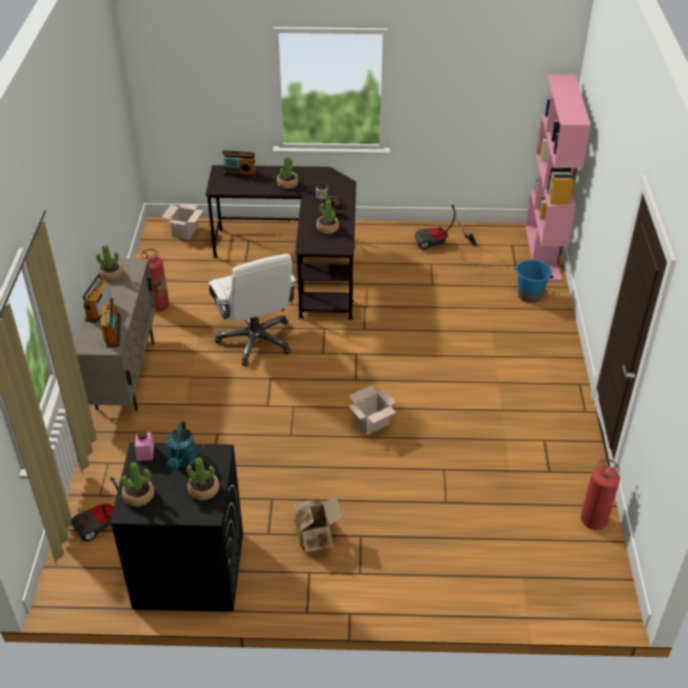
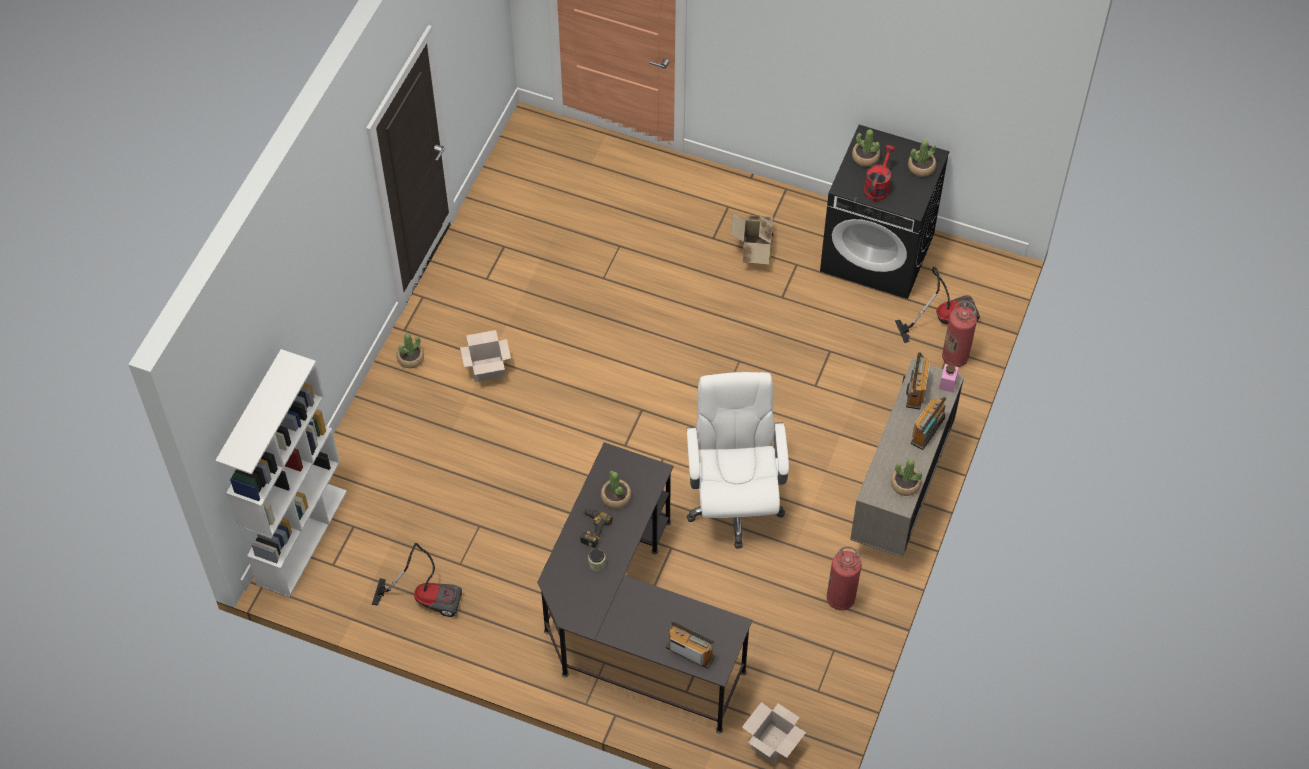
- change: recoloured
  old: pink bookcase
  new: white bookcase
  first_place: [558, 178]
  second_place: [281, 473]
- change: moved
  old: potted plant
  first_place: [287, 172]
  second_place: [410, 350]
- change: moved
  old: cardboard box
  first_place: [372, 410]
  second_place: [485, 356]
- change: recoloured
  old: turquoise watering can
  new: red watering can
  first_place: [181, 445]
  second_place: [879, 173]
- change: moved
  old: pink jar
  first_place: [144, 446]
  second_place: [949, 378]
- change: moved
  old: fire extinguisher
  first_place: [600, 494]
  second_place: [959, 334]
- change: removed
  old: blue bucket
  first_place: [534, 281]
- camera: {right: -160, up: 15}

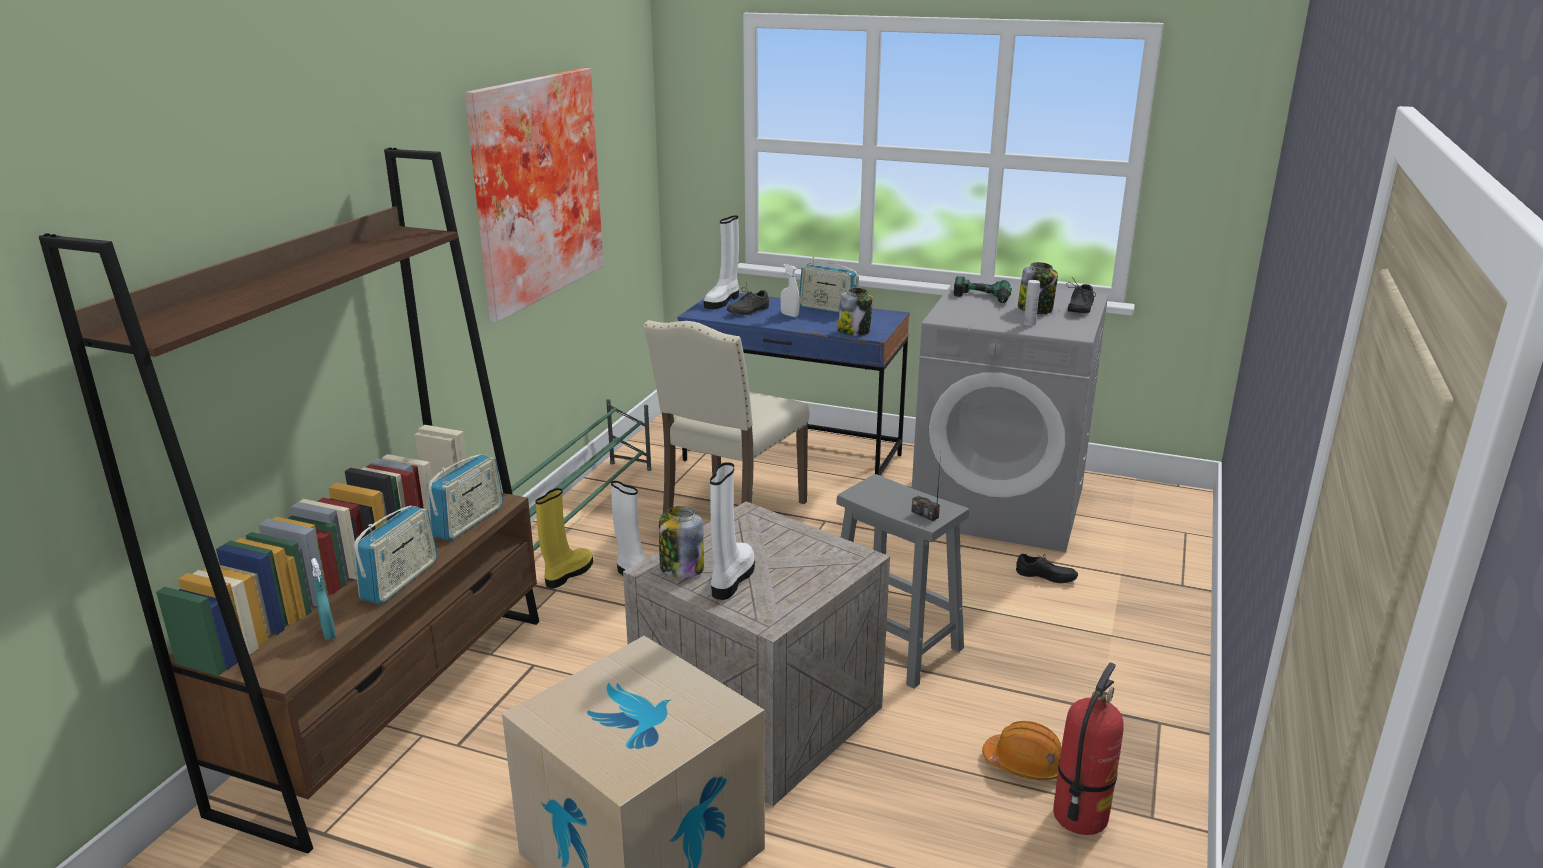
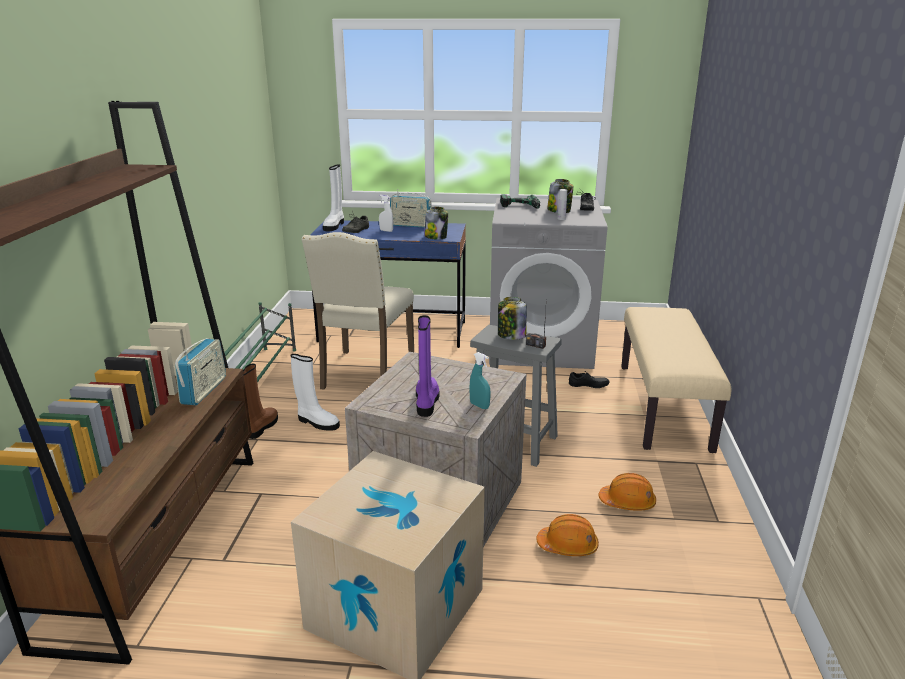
- change: recoloured
  old: yellow boot
  new: brown boot
  first_place: [564, 538]
  second_place: [260, 401]
- change: recoloured
  old: white boot
  new: purple boot
  first_place: [732, 531]
  second_place: [427, 366]
- change: moved
  old: turquoise spray bottle
  first_place: [323, 599]
  second_place: [479, 380]
- change: moved
  old: jar
  first_place: [681, 542]
  second_place: [512, 318]
- change: added
  new: orange hard hat
  second_place: [567, 535]
- change: added
  new: beige bench
  second_place: [676, 380]
- change: removed
  old: radio
  first_place: [395, 555]
- change: removed
  old: picture
  first_place: [534, 195]
- change: removed
  old: fire extinguisher
  first_place: [1088, 749]
- camera: {right: -15, up: 0}

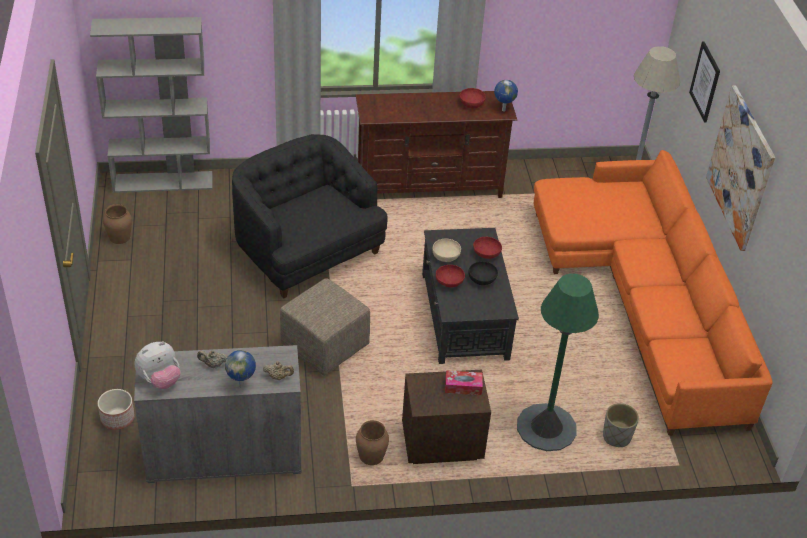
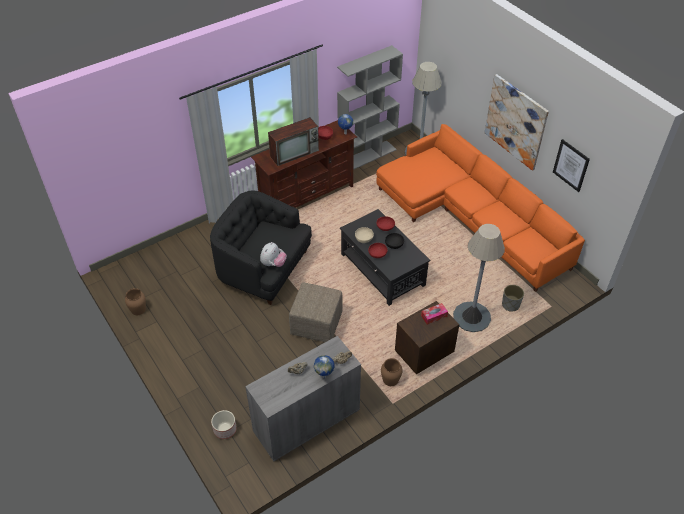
- change: moved
  old: plush toy
  first_place: [157, 365]
  second_place: [273, 254]
- change: added
  new: television
  second_place: [293, 141]
- change: moved
  old: grey bookcase
  first_place: [151, 105]
  second_place: [370, 107]
- change: recoloured
  old: green floor lamp
  new: grey floor lamp
  first_place: [558, 362]
  second_place: [479, 278]
- change: moved
  old: picture
  first_place: [704, 82]
  second_place: [571, 165]
- camera: {right: -25, up: 5}

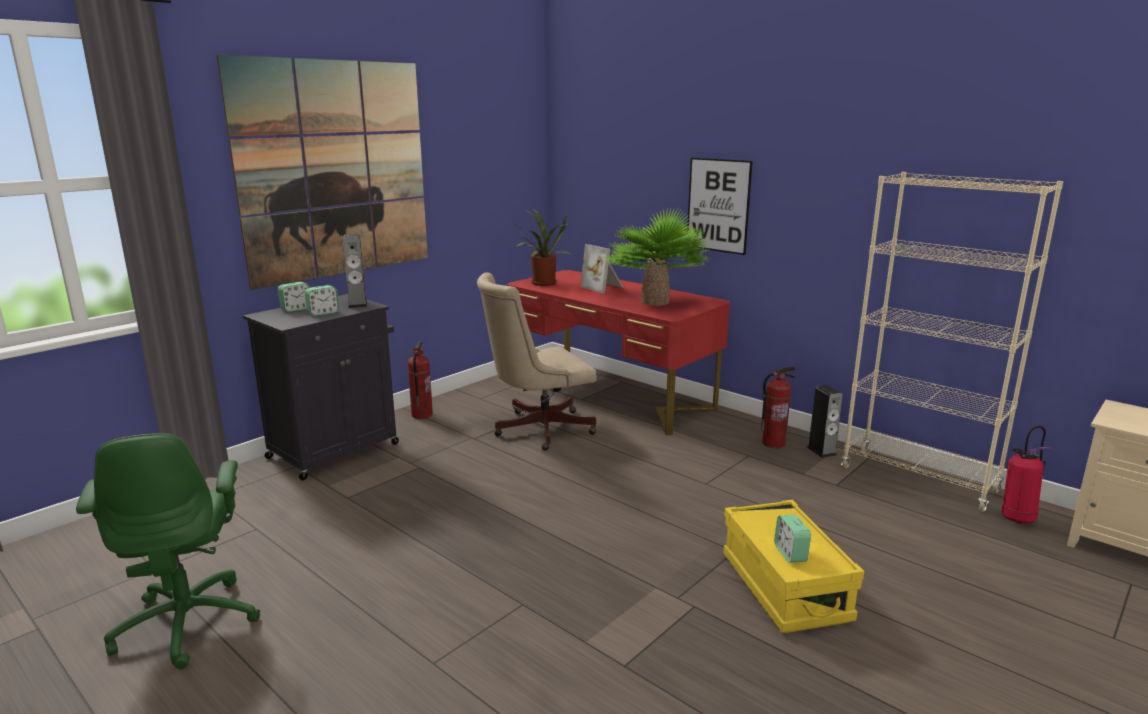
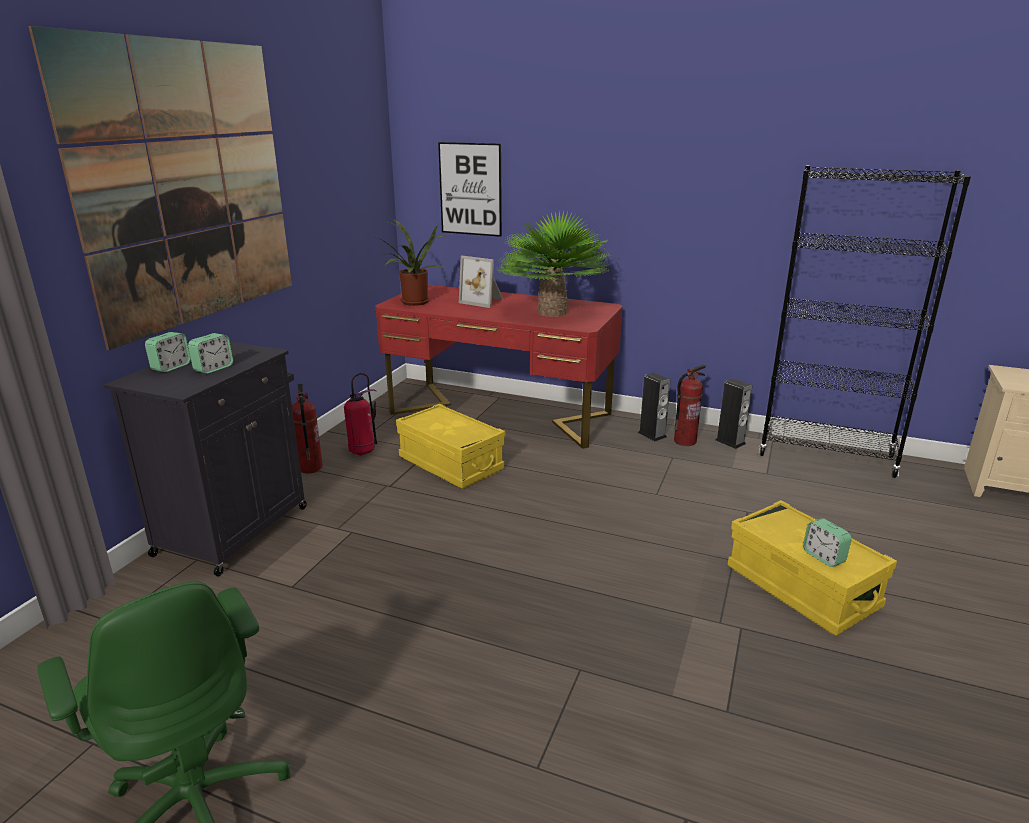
- change: moved
  old: fire extinguisher
  first_place: [1028, 474]
  second_place: [360, 414]
- change: replaced
  old: beige office chair
  new: yellow storage box
  first_place: [536, 362]
  second_place: [450, 446]
- change: moved
  old: picture
  first_place: [720, 206]
  second_place: [470, 189]
- change: moved
  old: speaker
  first_place: [355, 271]
  second_place: [654, 407]
- change: recoloured
  old: beige bookcase
  new: black bookcase
  first_place: [952, 342]
  second_place: [865, 322]
- camera: {right: -20, up: 5}

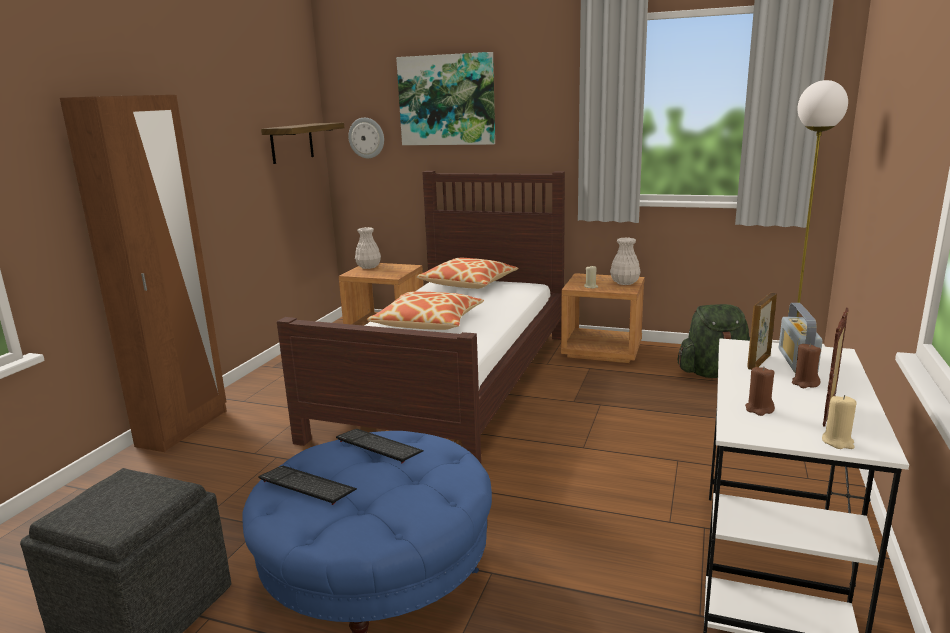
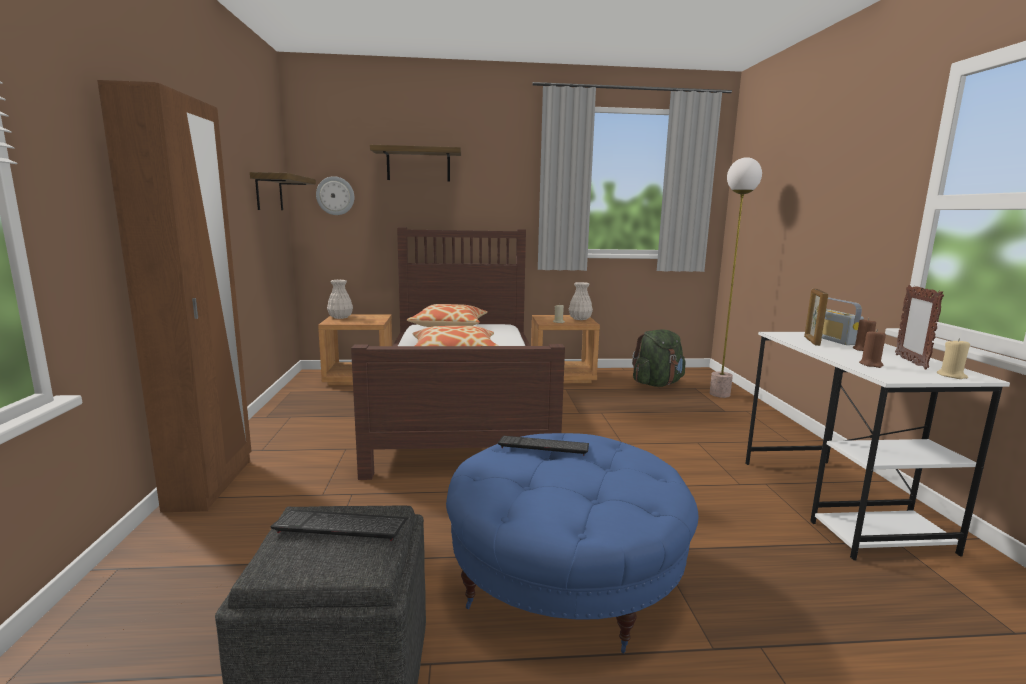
- change: moved
  old: keyboard
  first_place: [307, 485]
  second_place: [339, 525]
- change: replaced
  old: picture
  new: shelf
  first_place: [445, 98]
  second_place: [415, 163]
- camera: {right: -25, up: -5}

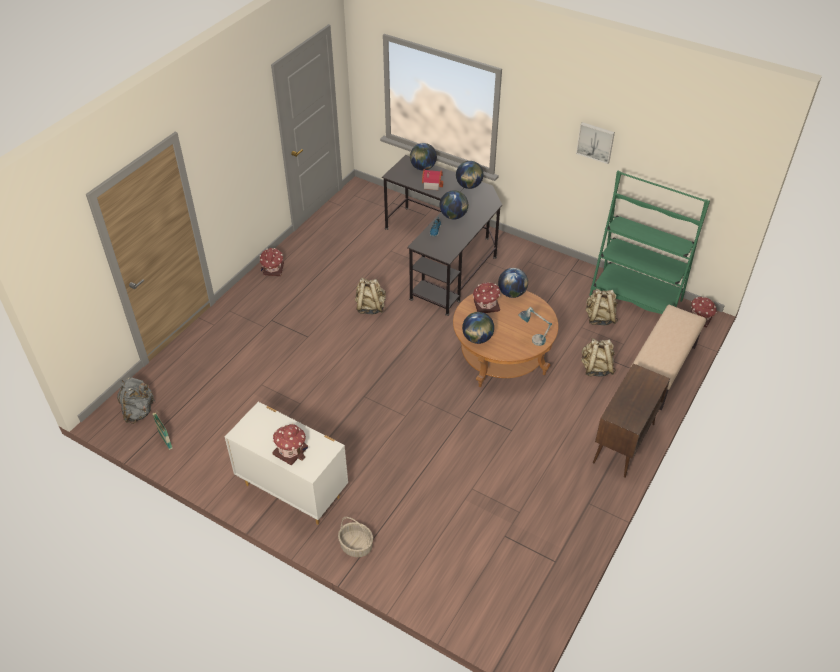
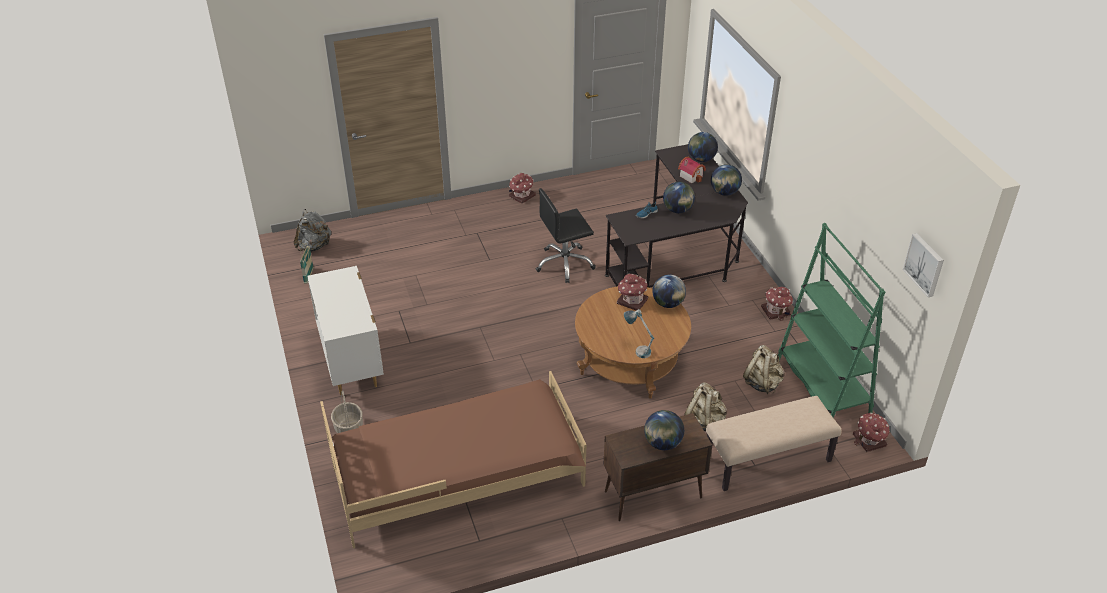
- change: added
  new: brown bed
  second_place: [453, 459]
- change: replaced
  old: beige backpack
  new: black office chair
  first_place: [370, 296]
  second_place: [566, 235]
- change: moved
  old: globe
  first_place: [478, 328]
  second_place: [664, 430]
- change: moved
  old: toy house
  first_place: [290, 444]
  second_place: [777, 304]
- change: moved
  old: picture
  first_place: [595, 143]
  second_place: [923, 265]
- camera: {right: 40, up: -5}

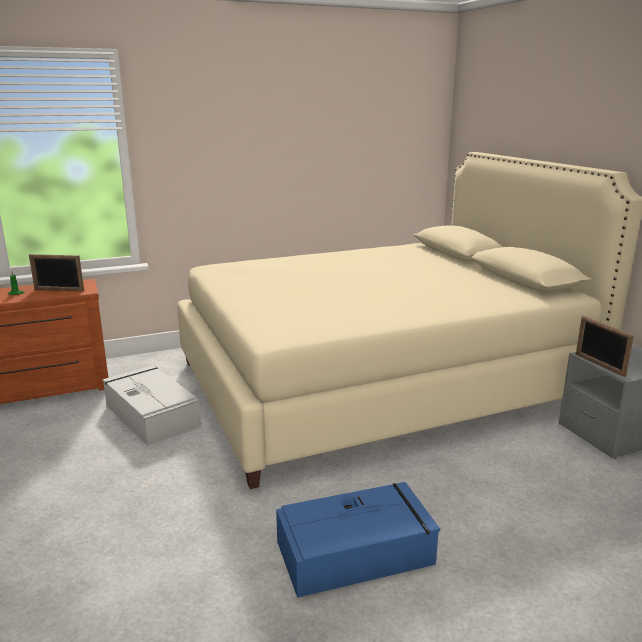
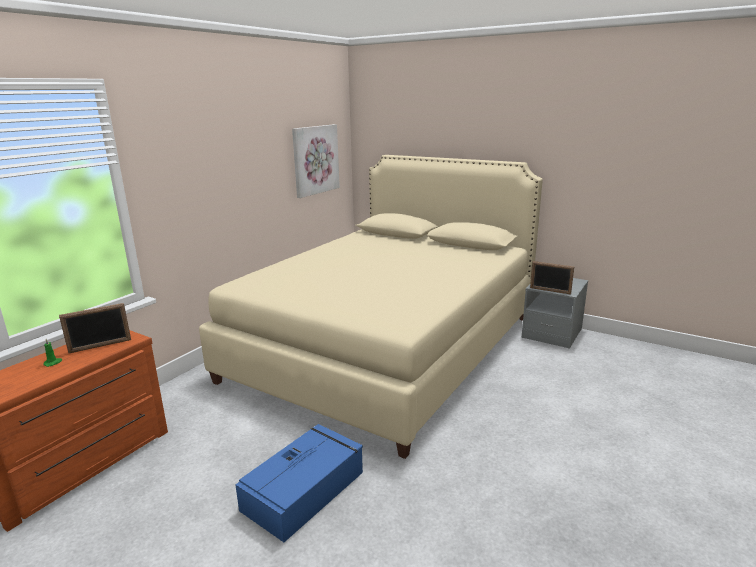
- change: moved
  old: blue storage box
  first_place: [358, 540]
  second_place: [299, 483]
- change: added
  new: picture
  second_place: [316, 161]
- change: removed
  old: grey storage box
  first_place: [152, 405]
- camera: {right: -35, up: 0}

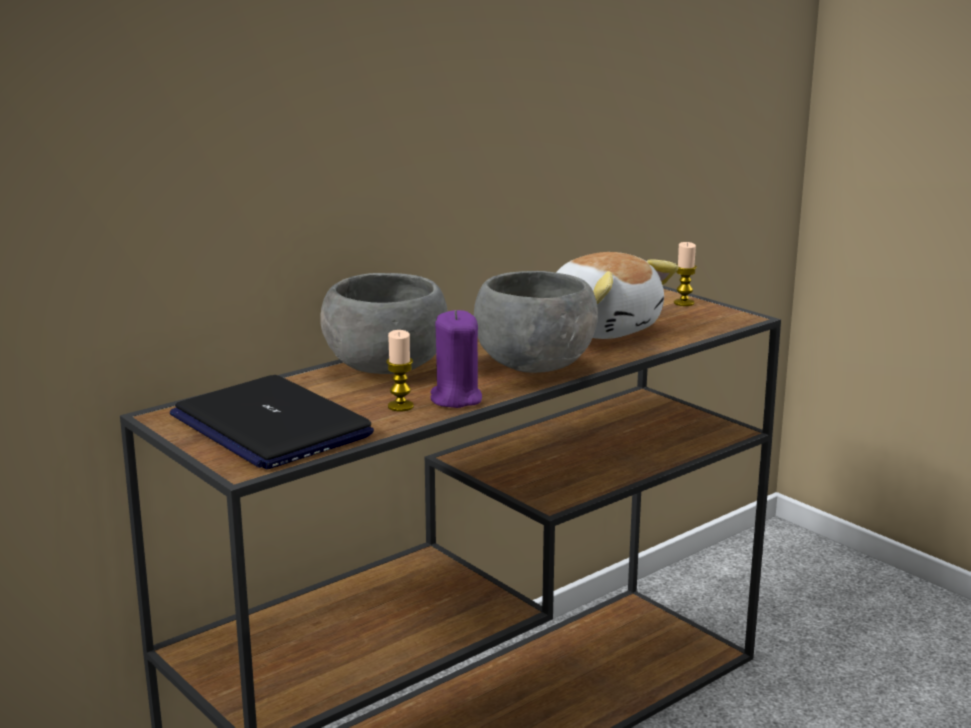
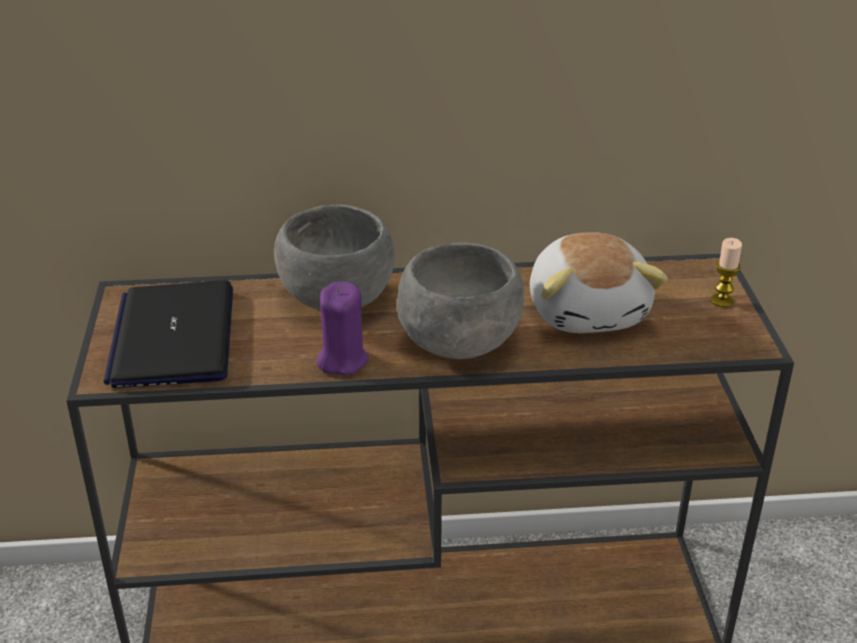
- change: removed
  old: candle
  first_place: [400, 370]
- camera: {right: 35, up: 15}

